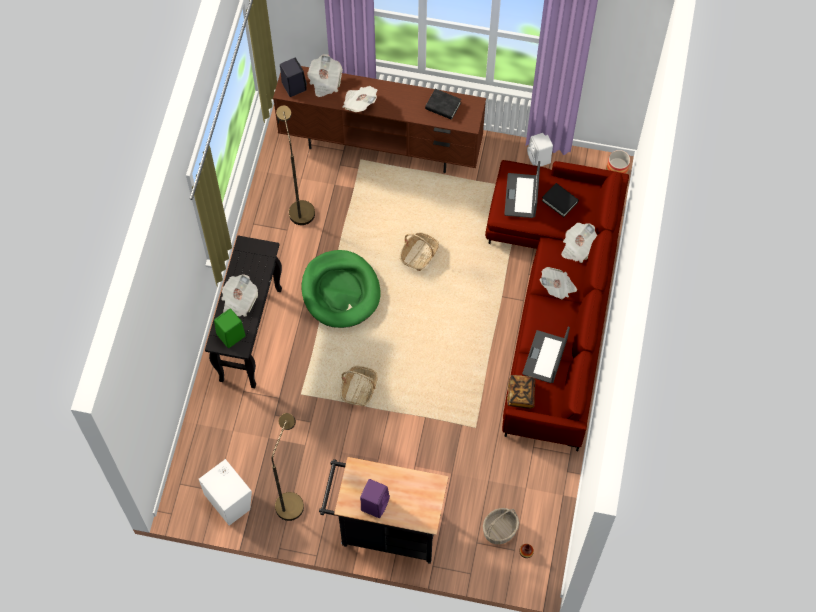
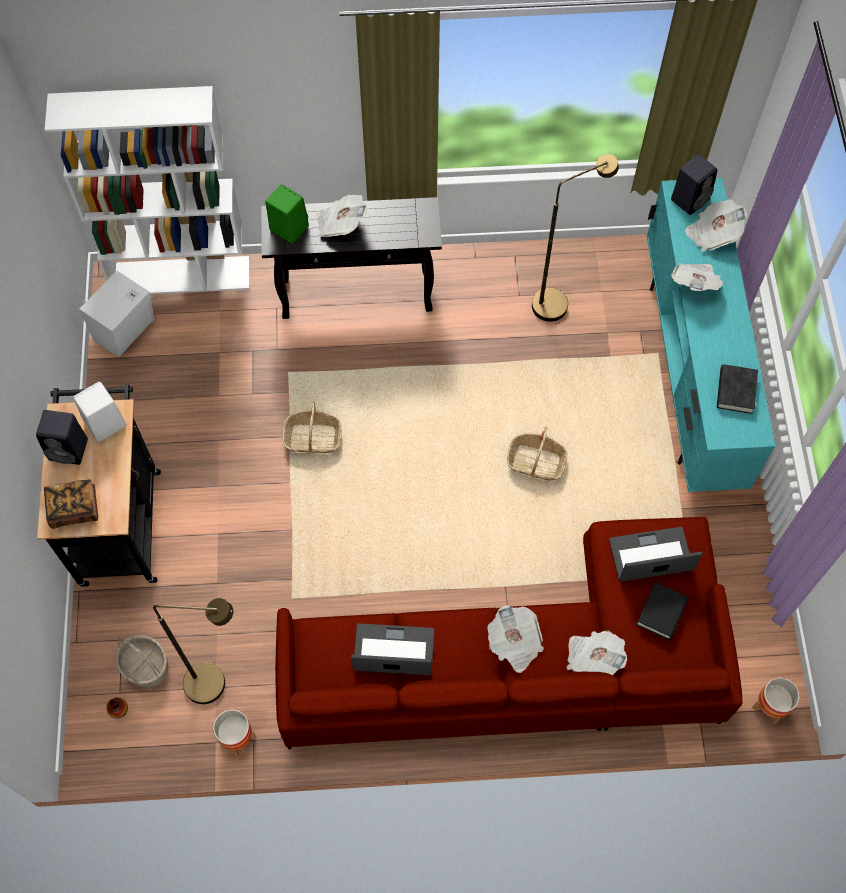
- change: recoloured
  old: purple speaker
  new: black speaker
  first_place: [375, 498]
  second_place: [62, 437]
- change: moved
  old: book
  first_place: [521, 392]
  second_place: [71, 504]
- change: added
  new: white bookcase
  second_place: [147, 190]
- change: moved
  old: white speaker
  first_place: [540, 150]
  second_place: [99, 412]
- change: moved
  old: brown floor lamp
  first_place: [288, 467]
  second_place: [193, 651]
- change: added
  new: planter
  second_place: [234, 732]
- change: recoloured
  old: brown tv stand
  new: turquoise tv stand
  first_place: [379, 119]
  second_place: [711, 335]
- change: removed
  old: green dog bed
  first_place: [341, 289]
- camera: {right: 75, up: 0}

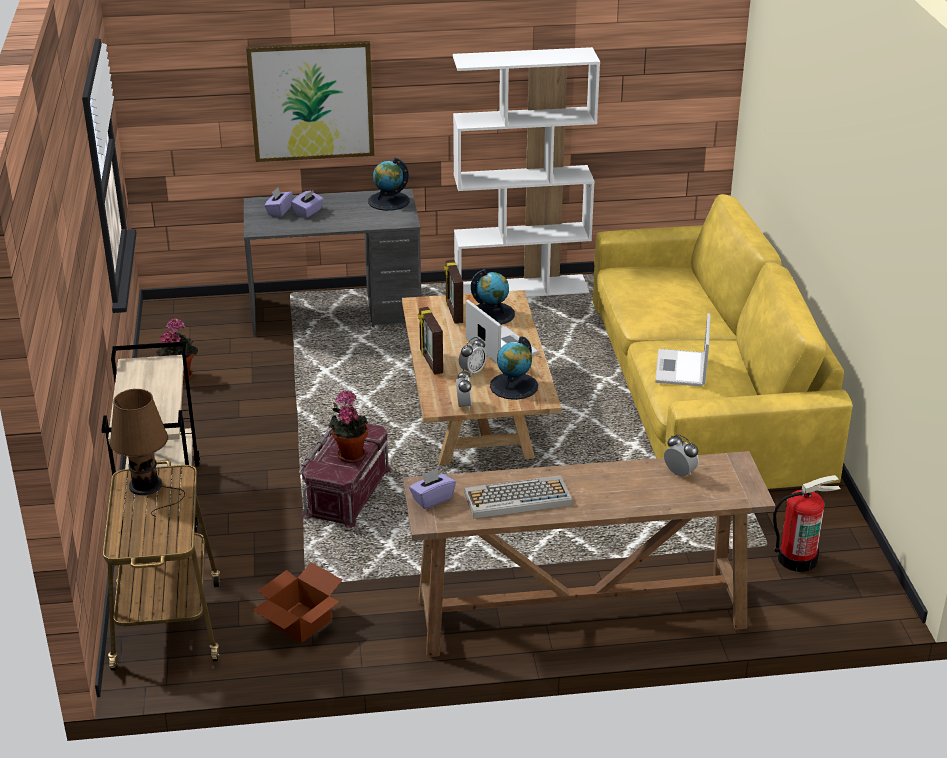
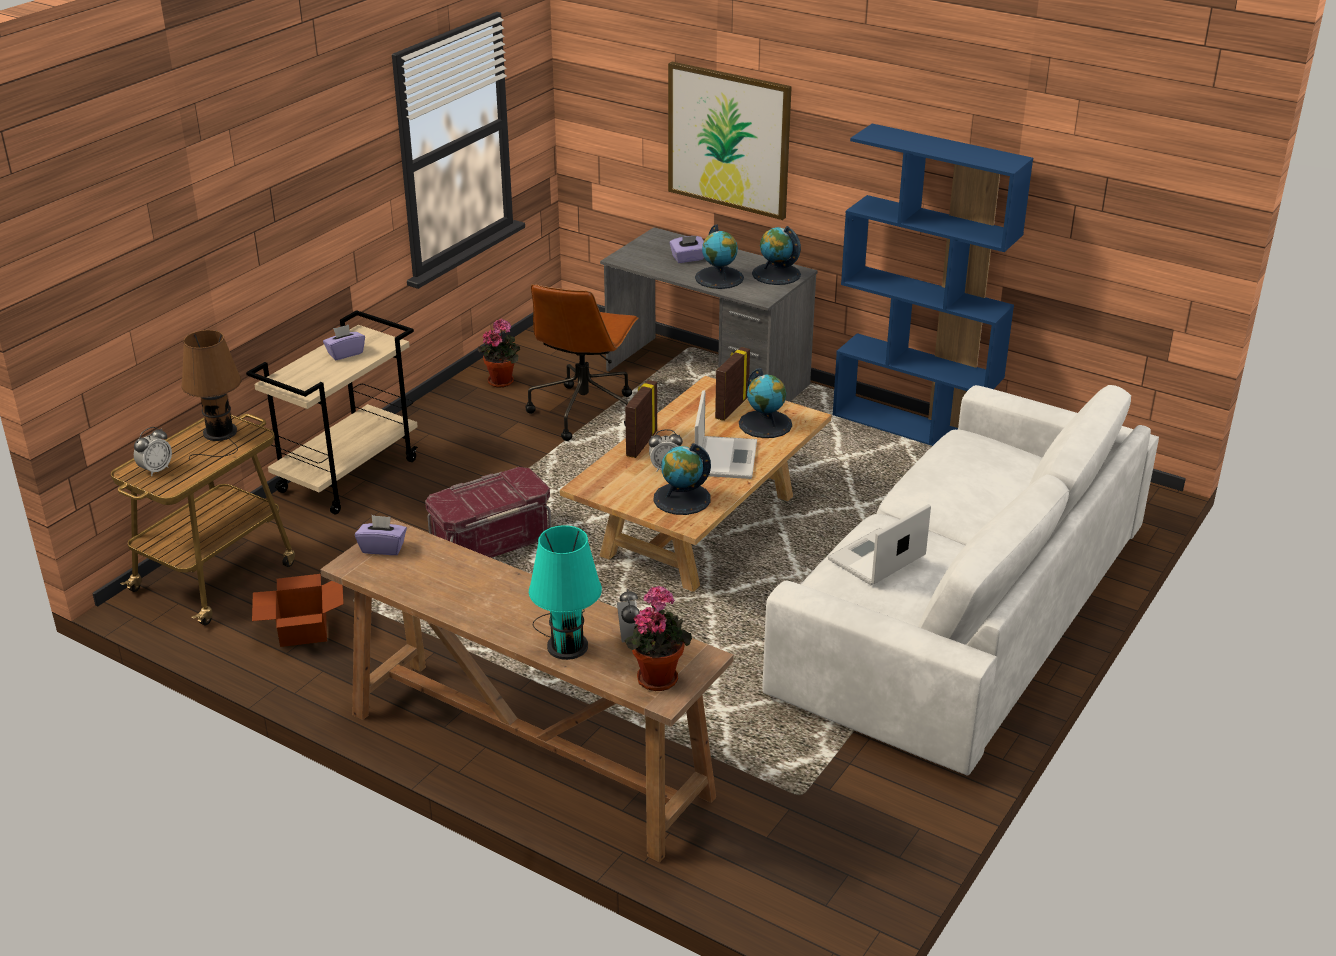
- change: moved
  old: alarm clock
  first_place: [464, 390]
  second_place: [153, 451]
- change: moved
  old: purple tissue box
  first_place: [278, 202]
  second_place: [344, 342]
- change: added
  new: brown office chair
  second_place: [582, 362]
- change: added
  new: turquoise table lamp
  second_place: [565, 592]
- change: moved
  old: potted plant
  first_place: [348, 426]
  second_place: [658, 638]
- change: added
  new: globe
  second_place: [719, 256]
- change: recoloured
  old: yellow sofa
  new: white sofa
  first_place: [722, 341]
  second_place: [960, 580]
- change: recoloured
  old: white bookcase
  new: blue bookcase
  first_place: [526, 172]
  second_place: [932, 285]
- change: removed
  old: keyboard
  first_place: [518, 497]
- change: removed
  old: fire extinguisher
  first_place: [807, 523]
- camera: {right: 40, up: 0}

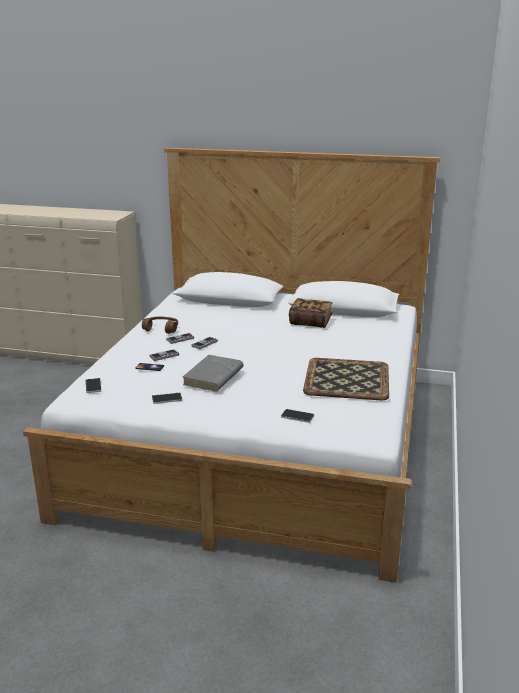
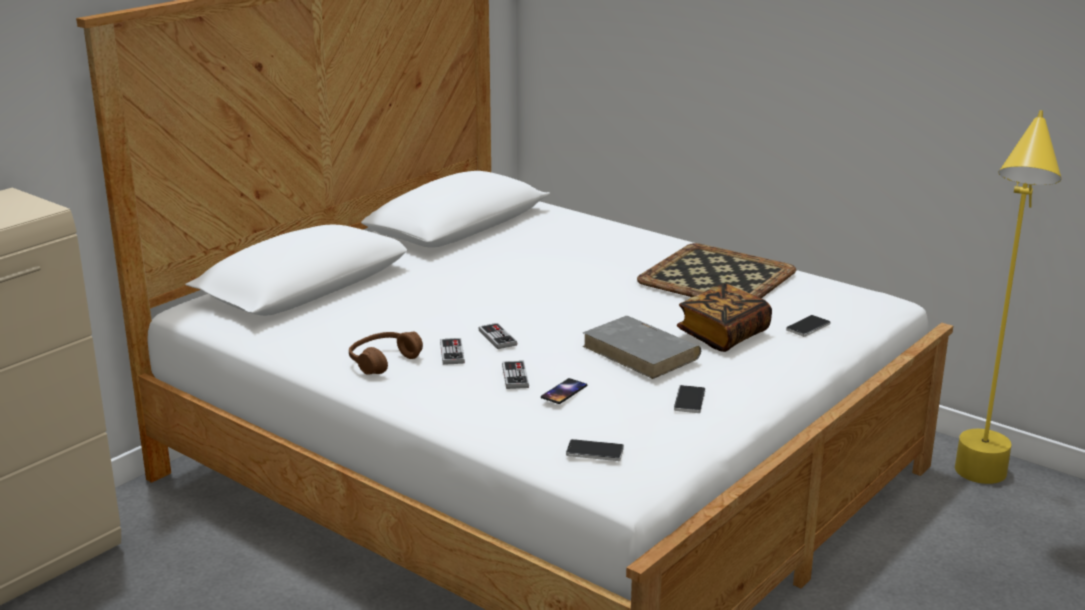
- change: moved
  old: book
  first_place: [310, 313]
  second_place: [724, 317]
- change: added
  new: yellow floor lamp
  second_place: [1008, 297]
- camera: {right: -65, up: 0}

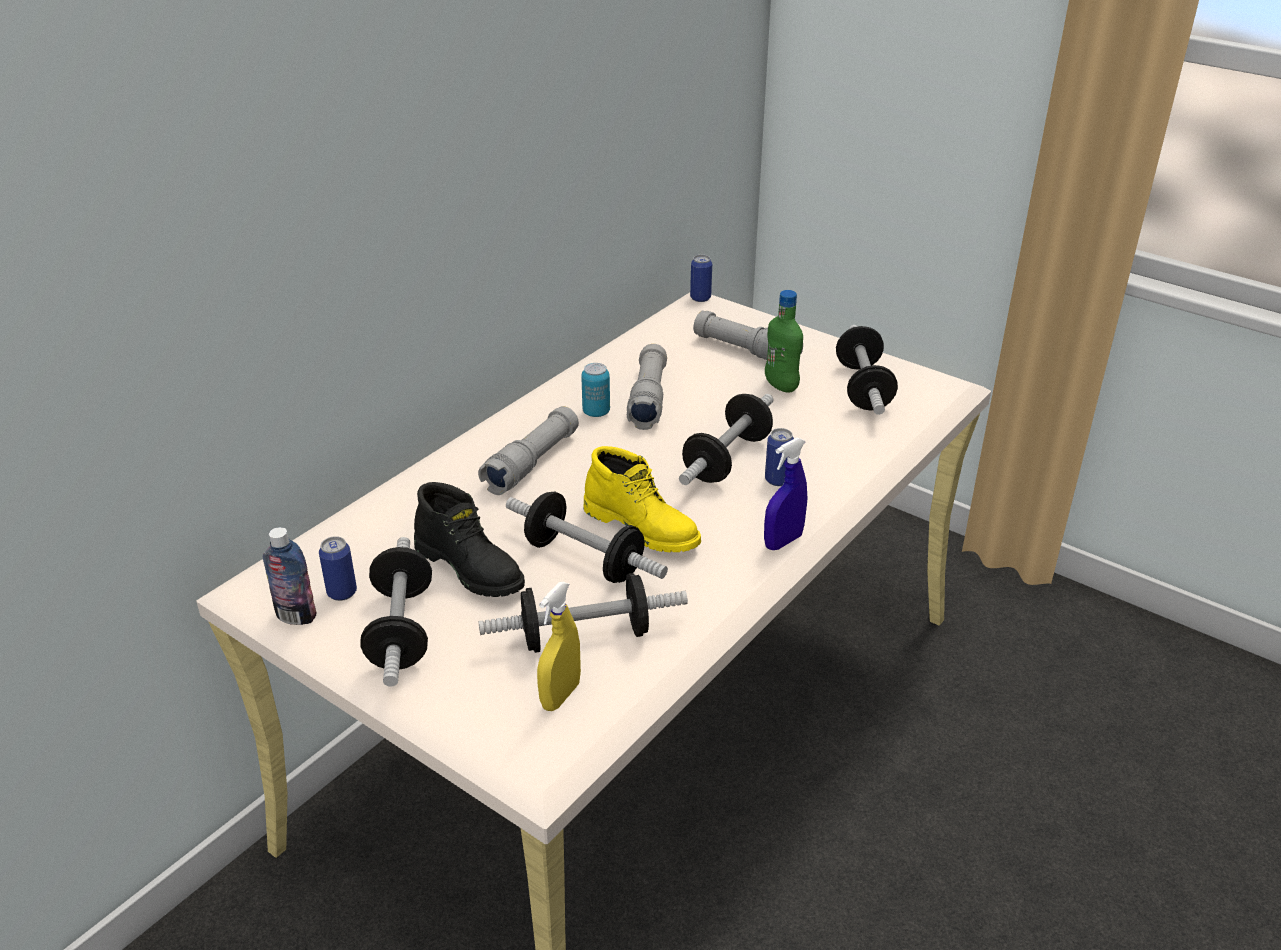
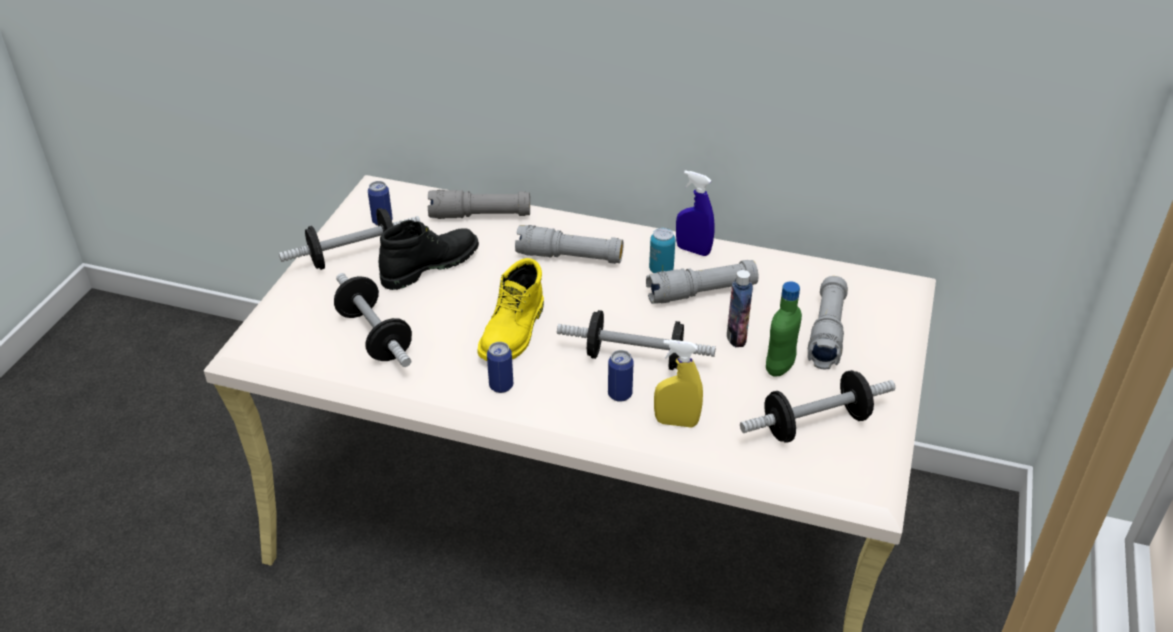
- change: turned
  old: black boot
  first_place: [469, 539]
  second_place: [429, 255]
  degrees: -150
- change: added
  new: grey flashlight
  second_place: [479, 204]
- change: moved
  old: can
  first_place: [701, 278]
  second_place: [500, 367]
- change: moved
  old: yellow spray bottle
  first_place: [559, 646]
  second_place: [678, 383]
- change: moved
  old: blue spray bottle
  first_place: [785, 493]
  second_place: [695, 213]
- change: moved
  old: bottle
  first_place: [289, 576]
  second_place: [740, 308]
- change: removed
  old: dumbbell
  first_place: [587, 537]
- camera: {right: 70, up: 5}

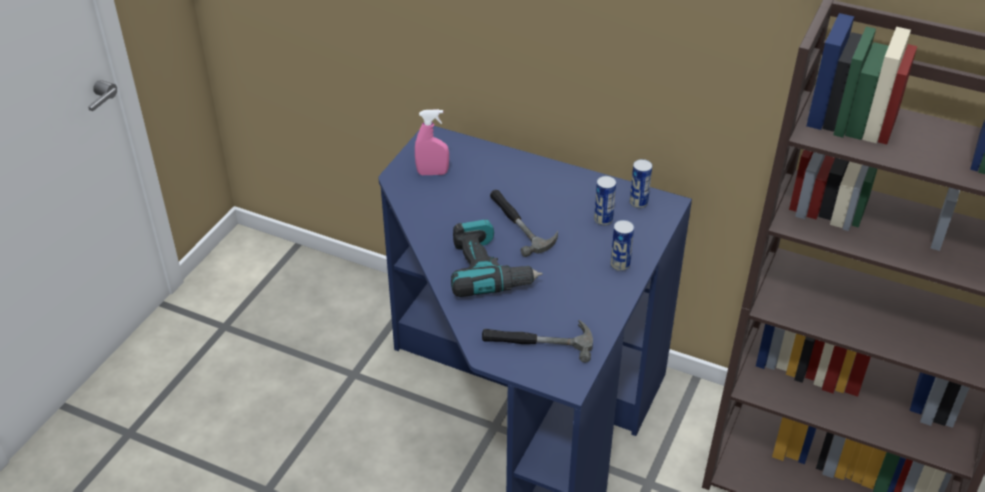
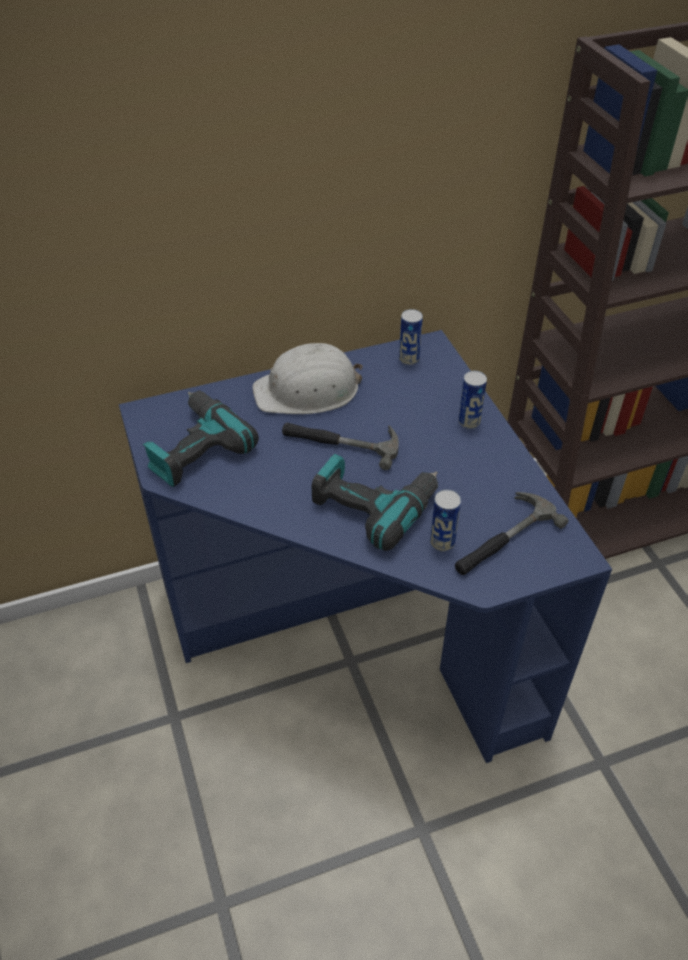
- change: replaced
  old: pink spray bottle
  new: power drill
  first_place: [432, 142]
  second_place: [200, 439]
- change: added
  new: white hard hat
  second_place: [307, 378]
- change: moved
  old: can
  first_place: [605, 201]
  second_place: [445, 520]
- camera: {right: -45, up: 5}

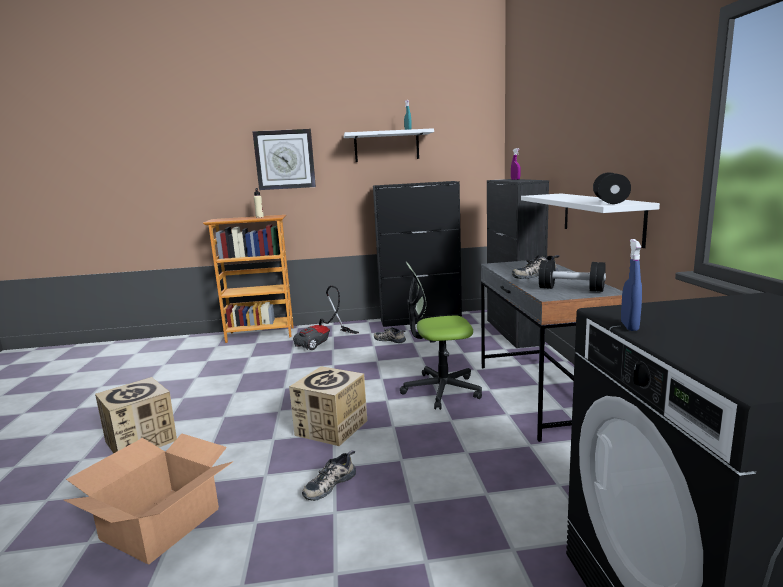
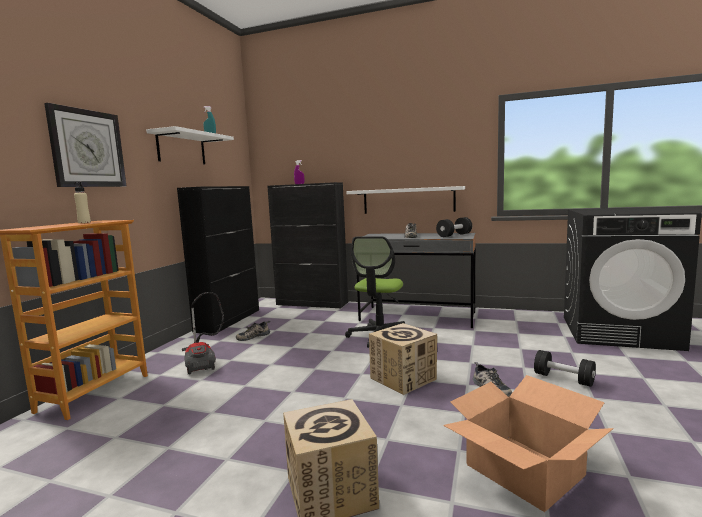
- change: moved
  old: black dumbbell
  first_place: [612, 188]
  second_place: [565, 368]
- change: removed
  old: blue spray bottle
  first_place: [631, 285]
- camera: {right: -65, up: -5}

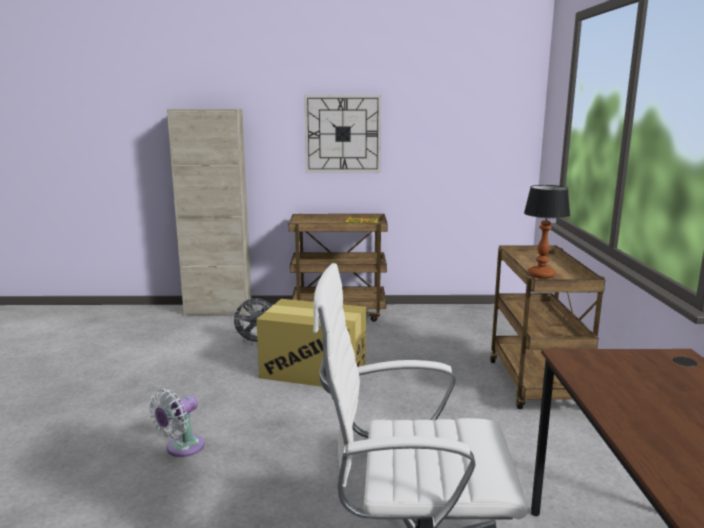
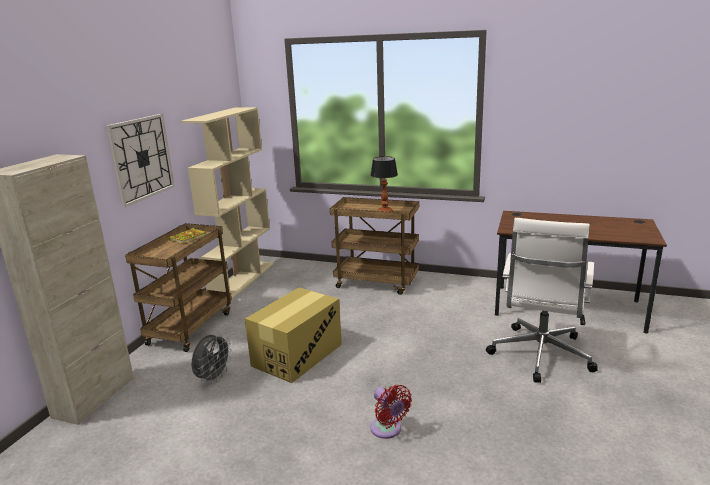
- change: added
  new: beige bookcase
  second_place: [227, 203]
- change: recoloured
  old: white fan
  new: red fan
  first_place: [177, 423]
  second_place: [391, 412]
- camera: {right: -70, up: 5}

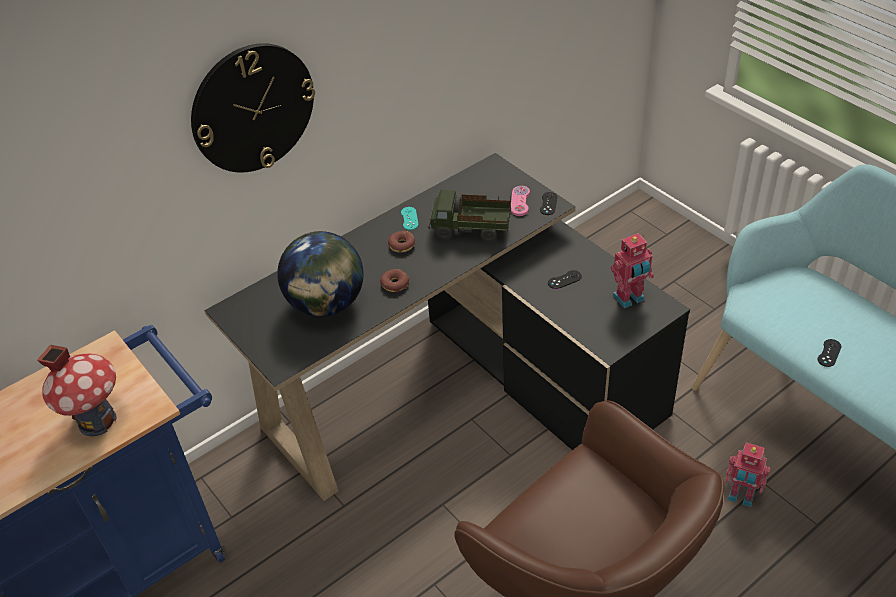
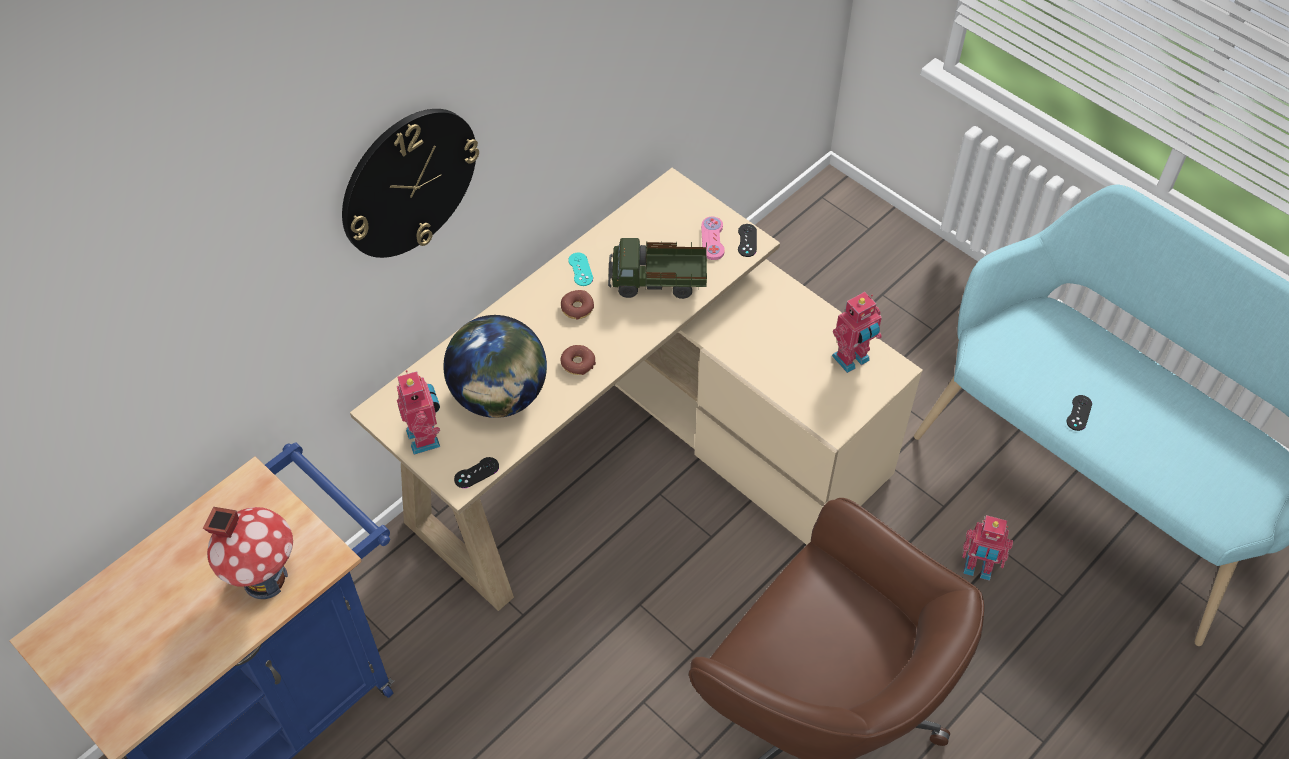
- change: recoloured
  old: black desk
  new: beige desk
  first_place: [447, 327]
  second_place: [636, 389]
- change: added
  new: toy robot
  second_place: [418, 412]
- change: moved
  old: black game controller
  first_place: [565, 279]
  second_place: [476, 472]
- camera: {right: -10, up: 10}

